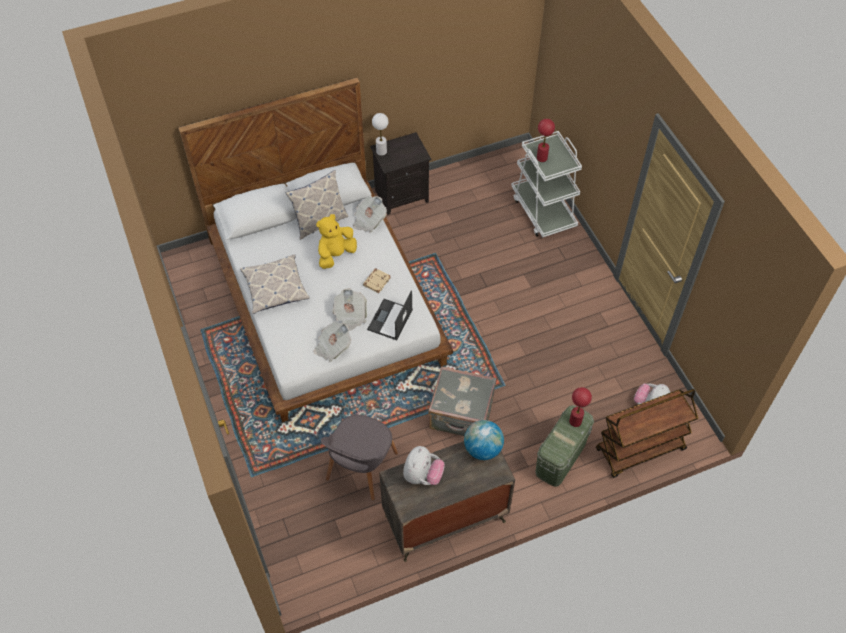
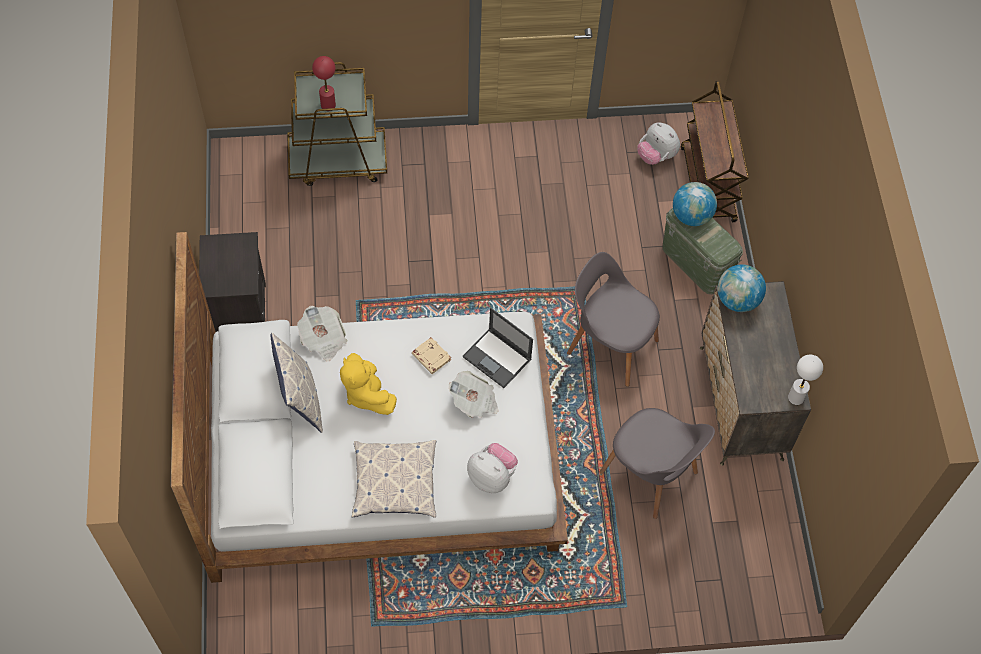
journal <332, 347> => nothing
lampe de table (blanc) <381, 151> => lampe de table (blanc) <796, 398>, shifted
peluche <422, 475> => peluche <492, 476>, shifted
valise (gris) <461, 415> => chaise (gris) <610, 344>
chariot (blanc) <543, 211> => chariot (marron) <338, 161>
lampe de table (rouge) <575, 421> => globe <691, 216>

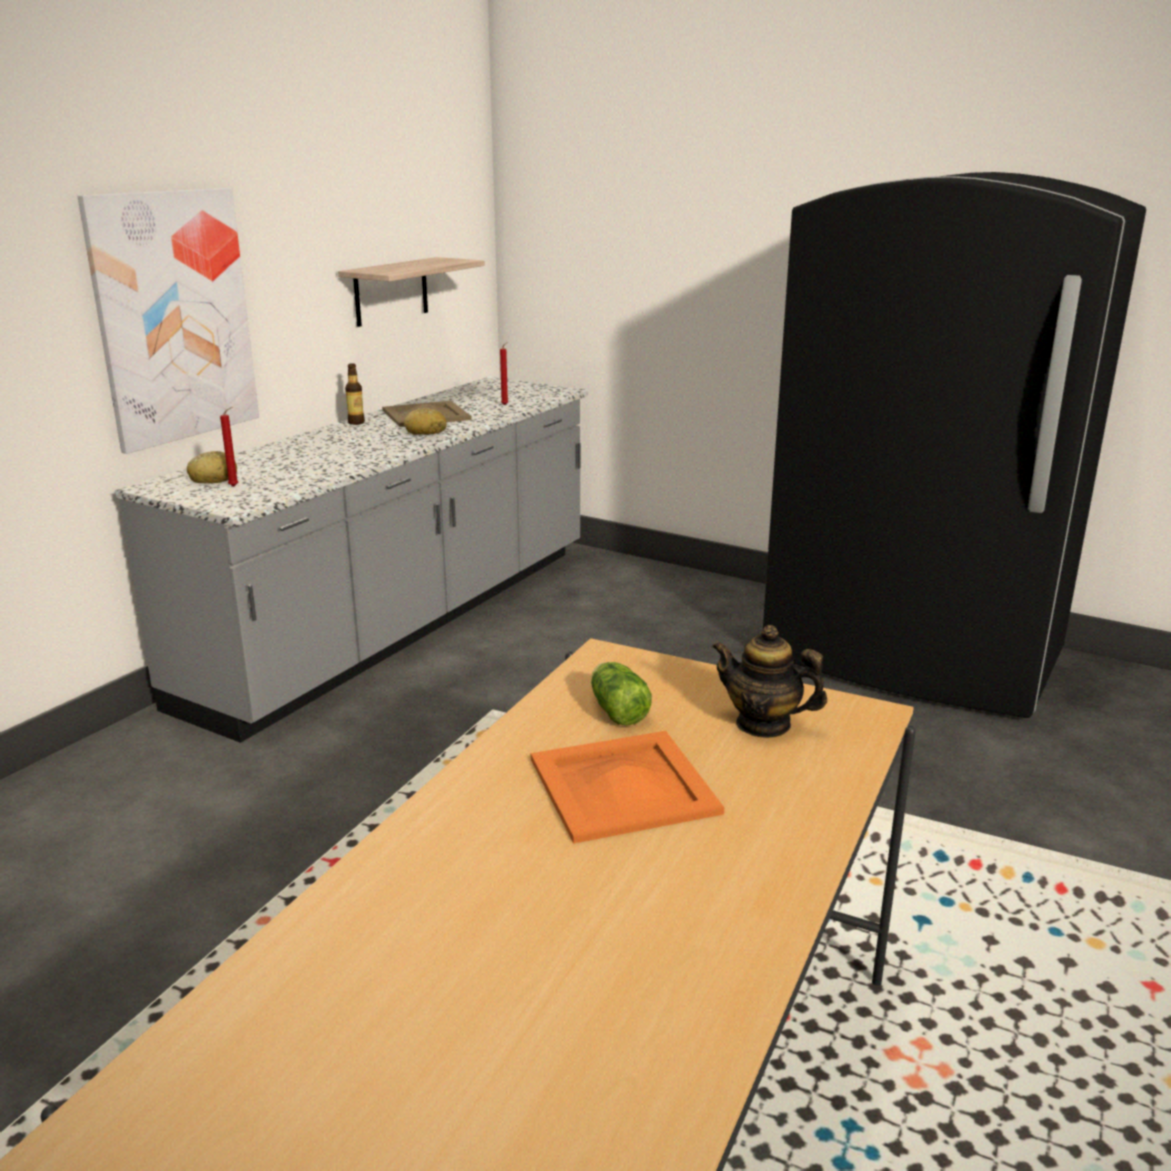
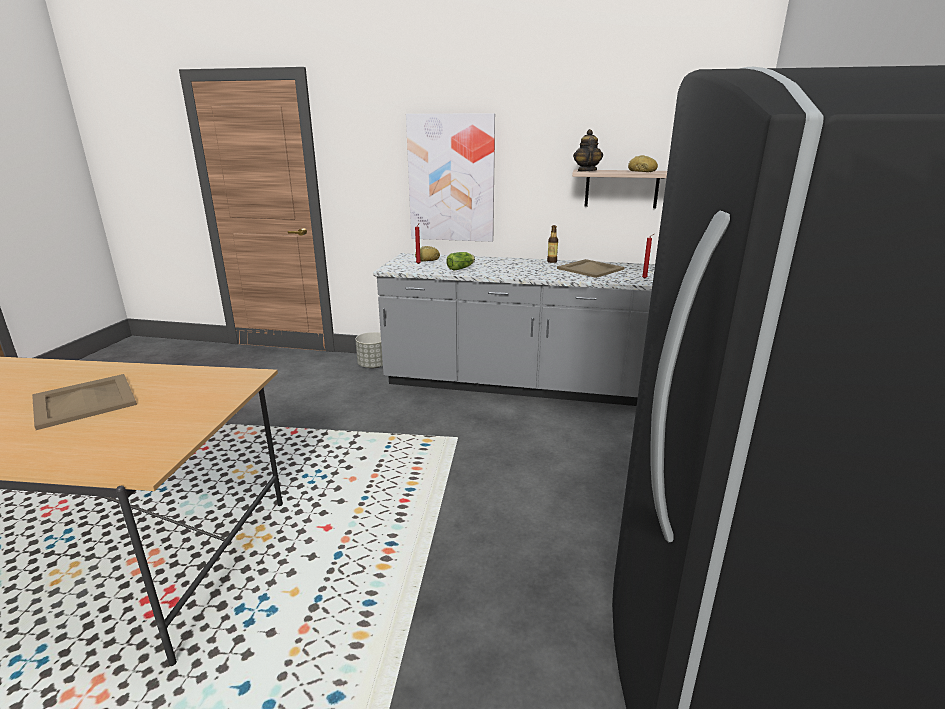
pain <425, 431> => pain <642, 171>, shifted
plateau (orange) <621, 785> => plateau (beige) <85, 400>
laitue <617, 709> => laitue <461, 268>, shifted
théière <763, 724> => théière <586, 171>, shifted
nothing => cache-pot (gris) <374, 365>

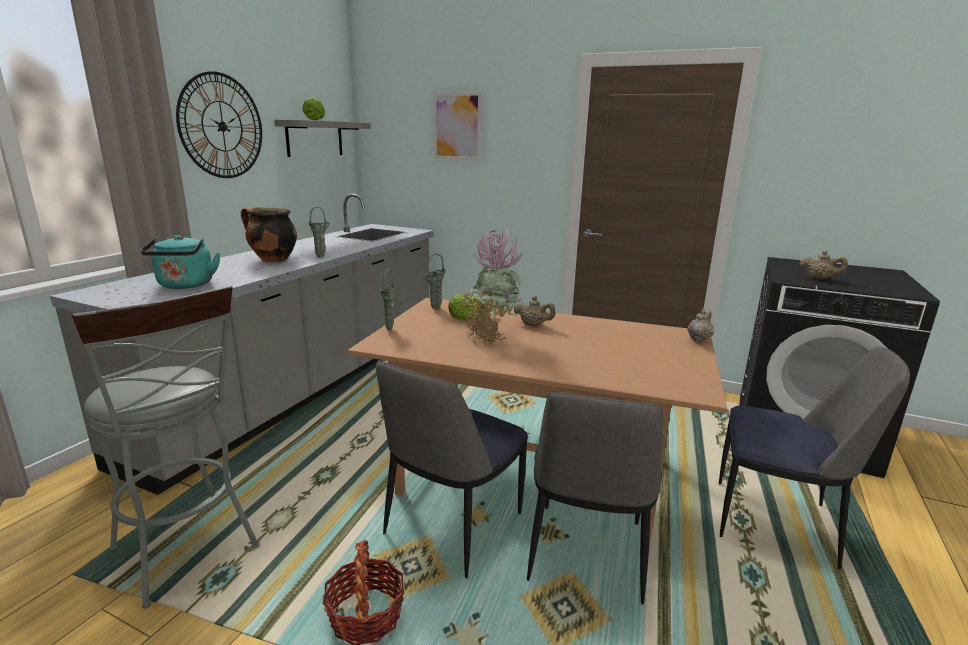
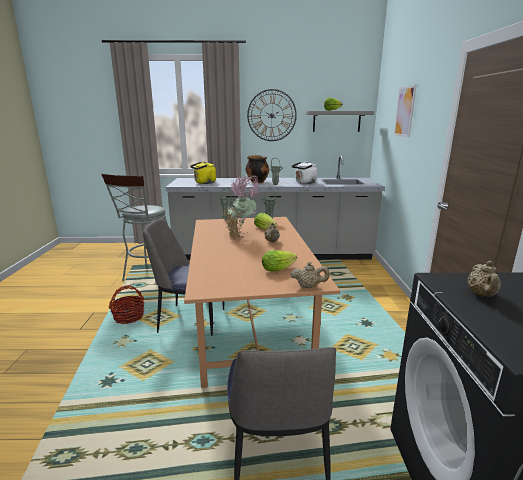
bouilloire (turquoise) <185, 285> => bouilloire (jaune) <204, 183>
chaise <586, 555> => nothing
nothing => laitue <280, 268>
nothing => bouilloire (blanc) <304, 183>

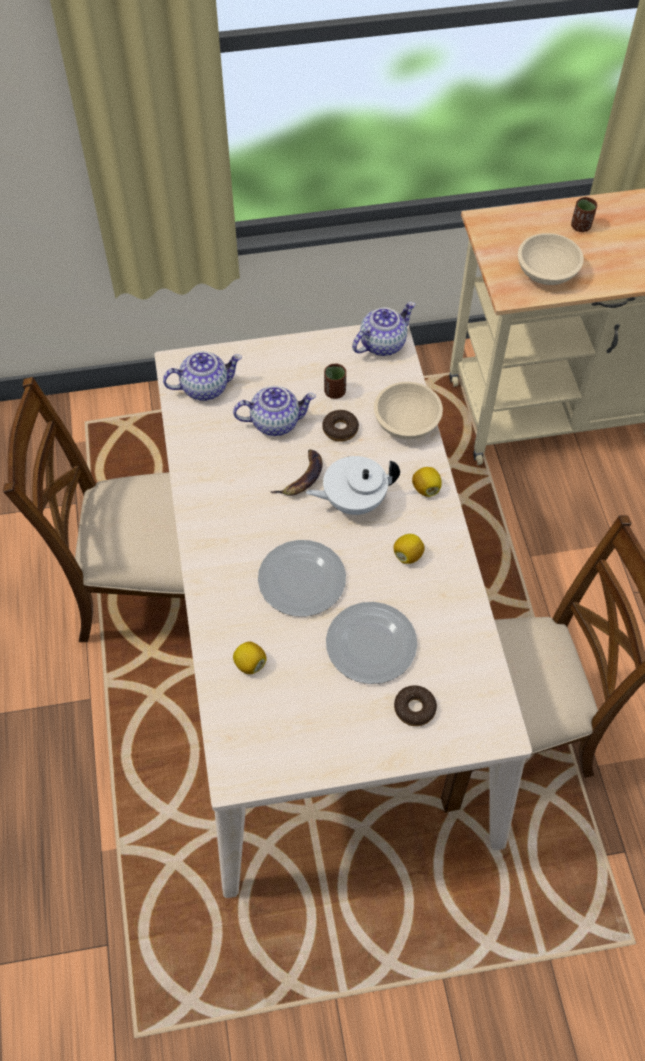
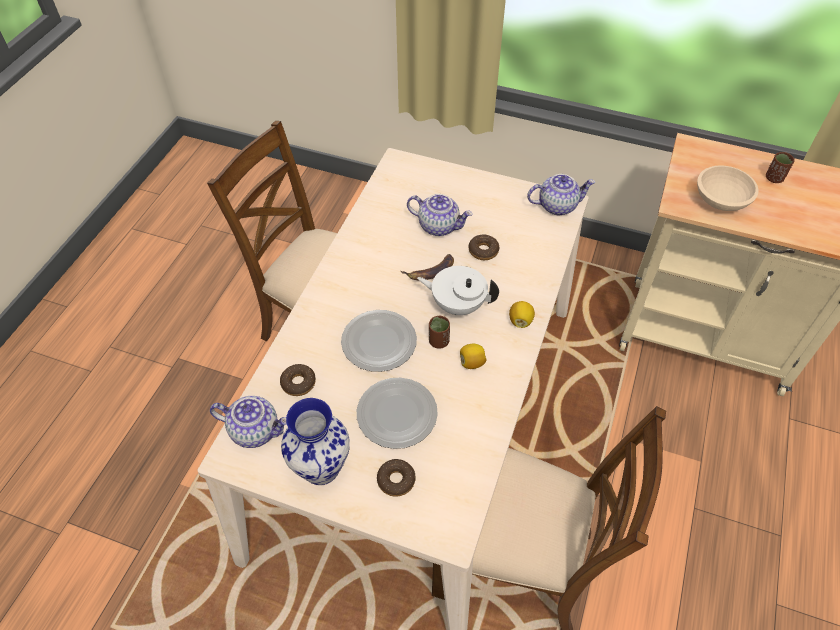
théière <205, 387> => théière <255, 430>, shifted
citron <250, 664> => beignet <298, 383>
tasse (marron) <334, 392> => tasse (marron) <438, 341>, shifted
bol (beige) <407, 422> => nothing
nothing => vase <322, 467>

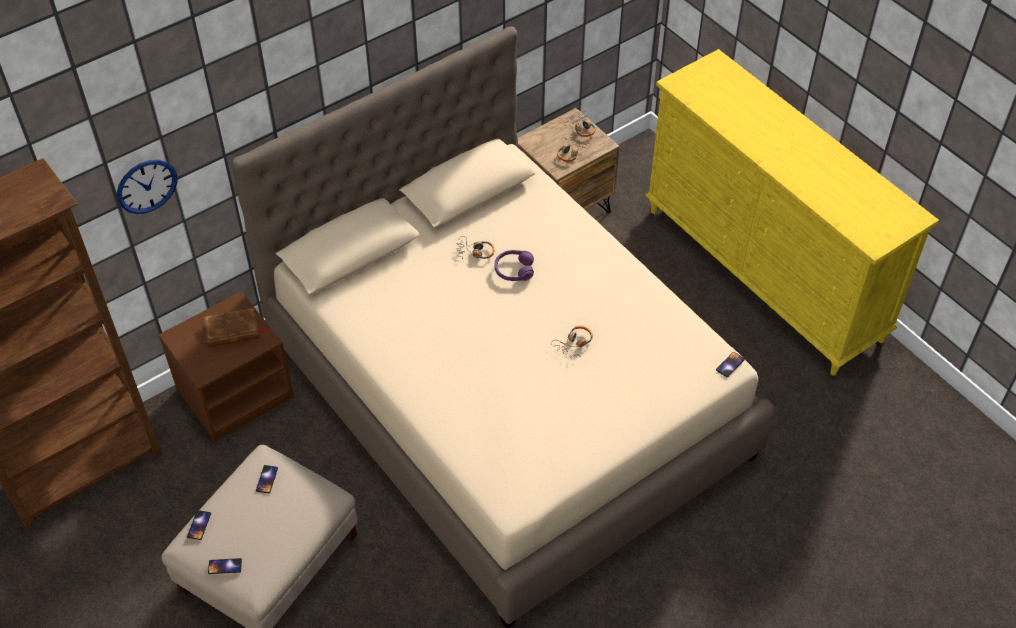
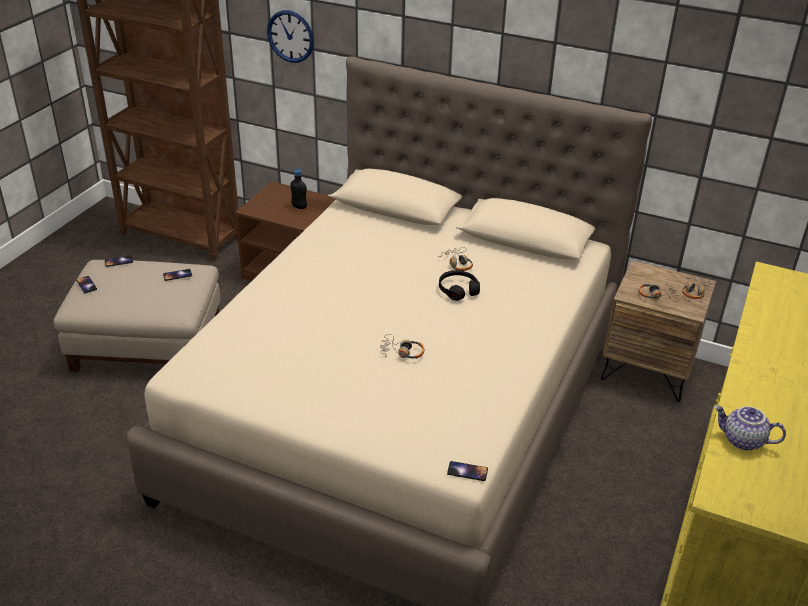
livre (marron) <232, 331> => bouteille (noir) <299, 207>
casque audio (violet) <514, 270> => casque audio (noir) <458, 290>
nothing => théière <742, 441>

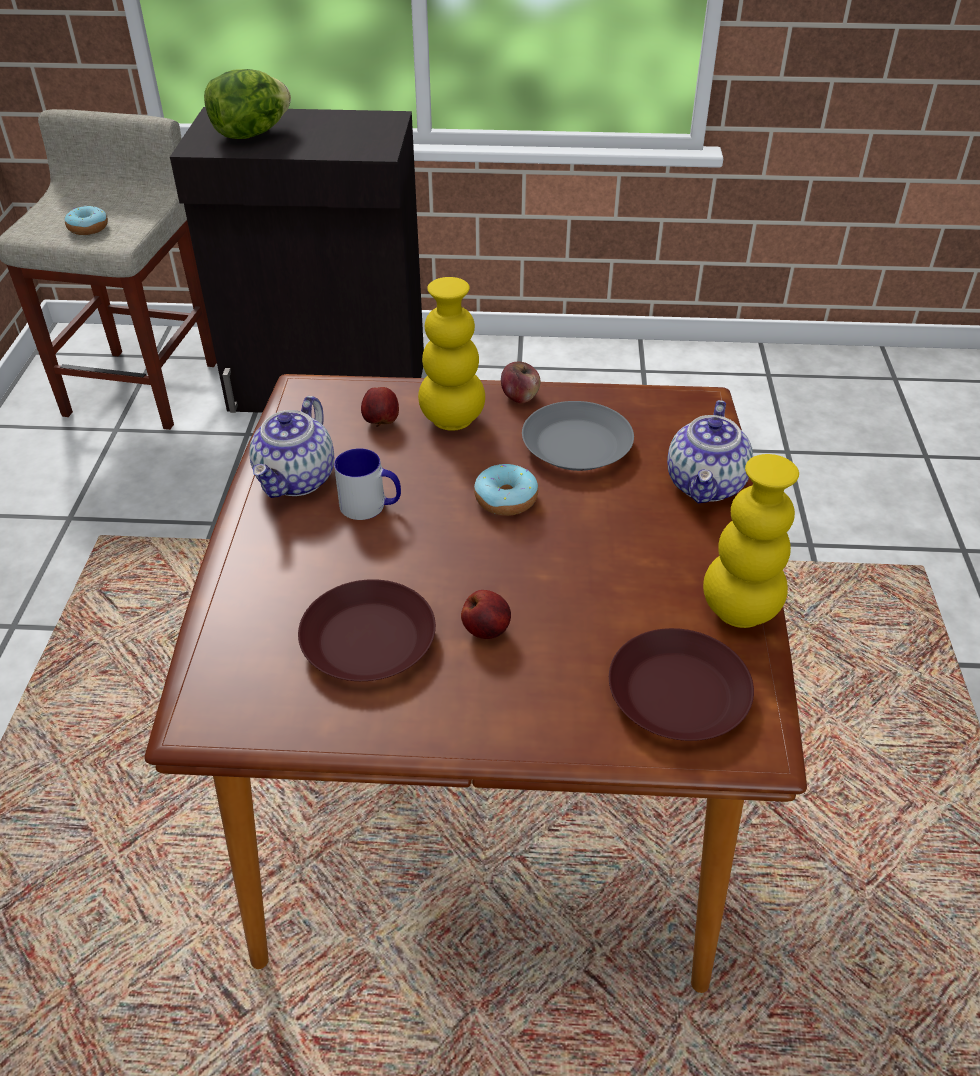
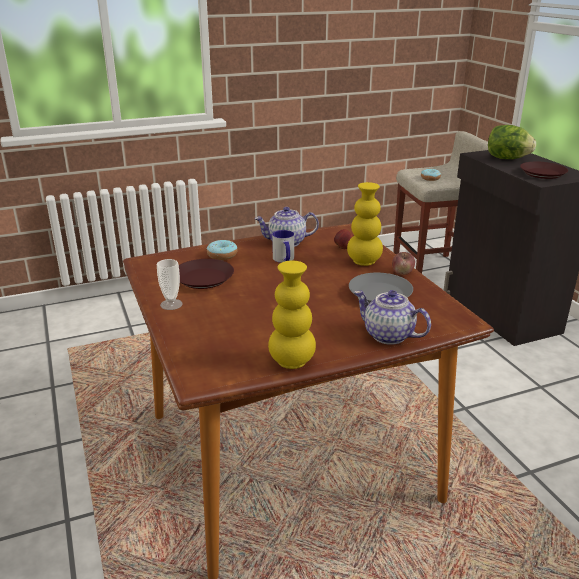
pomme <486, 630> => nothing
beignet <506, 499> => beignet <222, 255>, shifted
assiette (marron) <676, 693> => assiette (marron) <542, 173>, shifted
théière <706, 485> => théière <388, 335>, 45 degrees clockwise
nothing => tasse <171, 304>

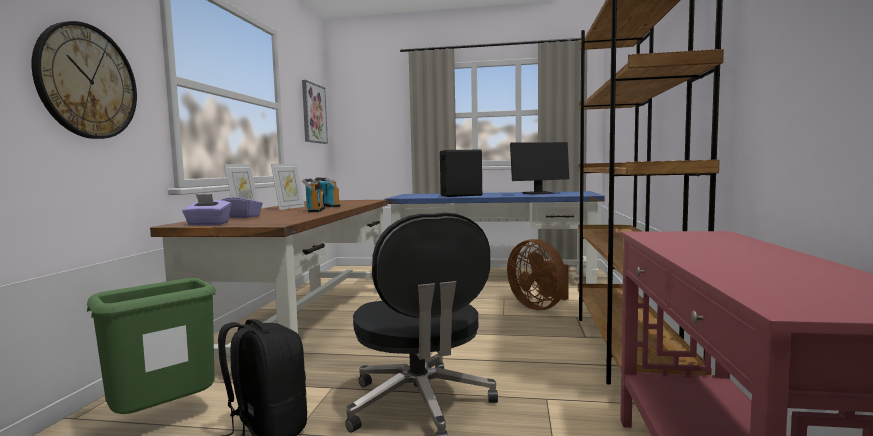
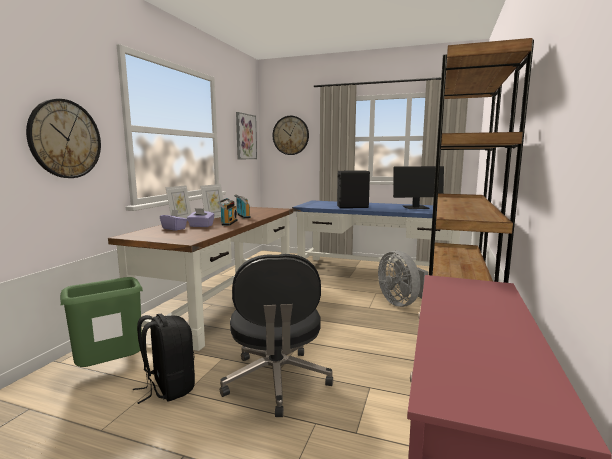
boîte à mouchoirs (violet) <208, 224> => boîte à mouchoirs (violet) <201, 226>, shifted
ventilateur (marron) <539, 306> => ventilateur (gris) <401, 303>
nothing => horloge murale <290, 135>

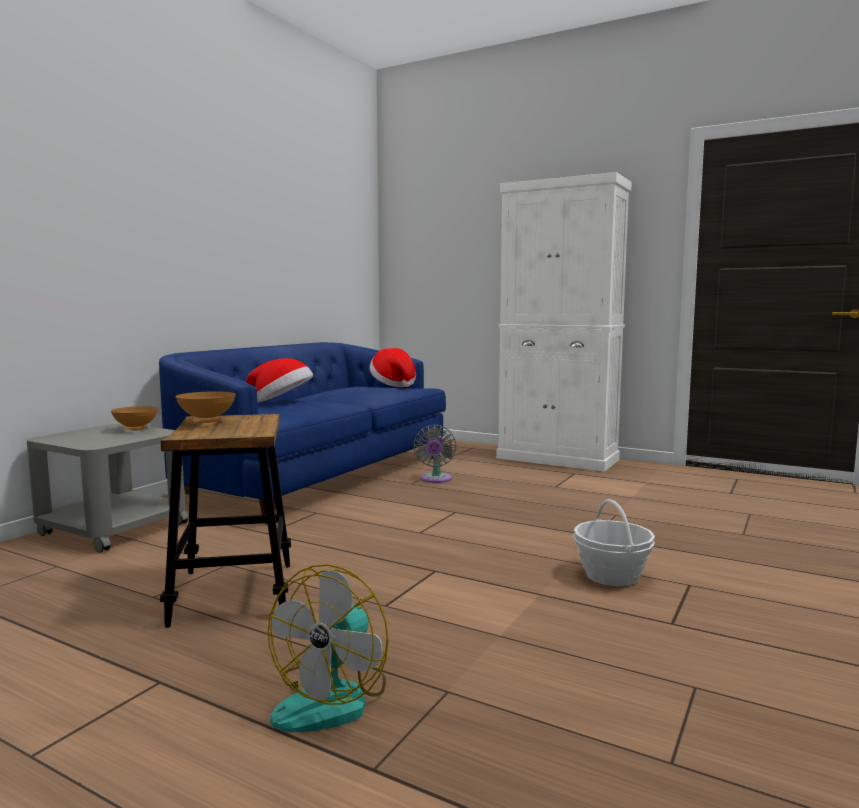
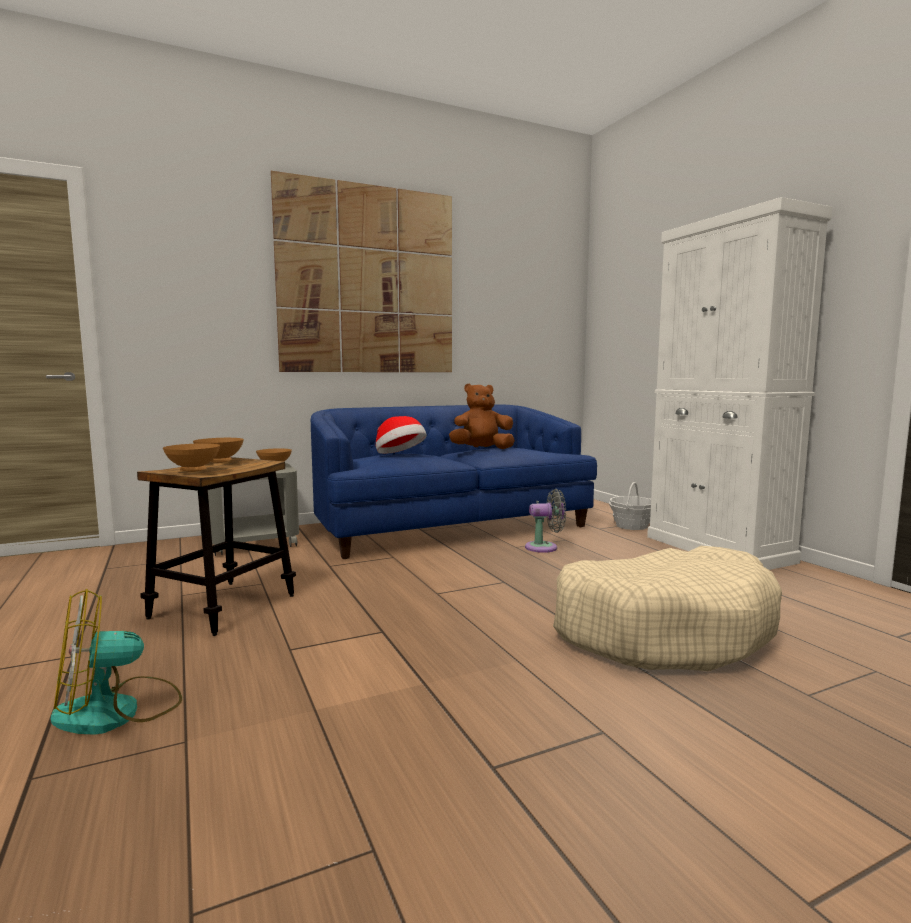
chapeau <393, 385> => nothing
ventilateur (gris) <435, 479> => ventilateur (gris) <545, 547>, 135 degrees counterclockwise
panier <611, 575> => panier <631, 526>, shifted
nothing => bol (marron) <192, 471>
nothing => tableau <368, 280>
nothing => peluche (marron) <481, 449>
nothing => panier pour chien (beige) <662, 630>

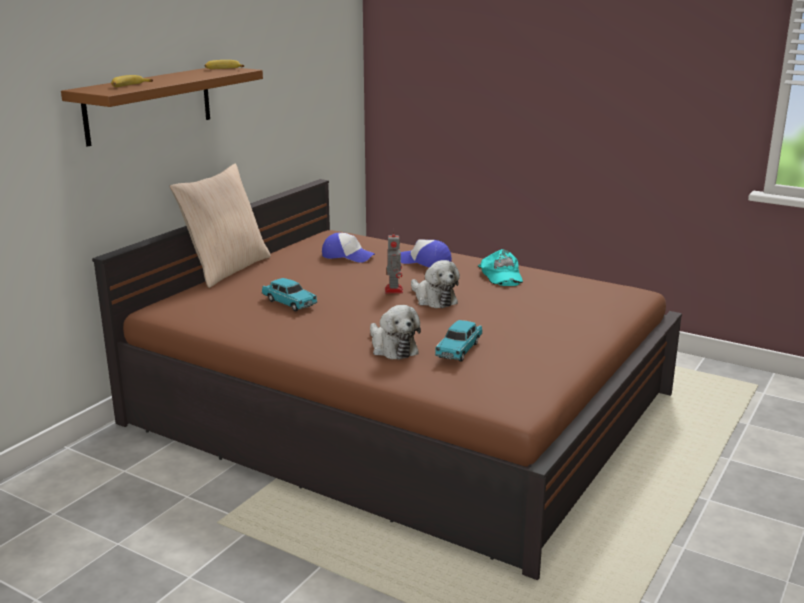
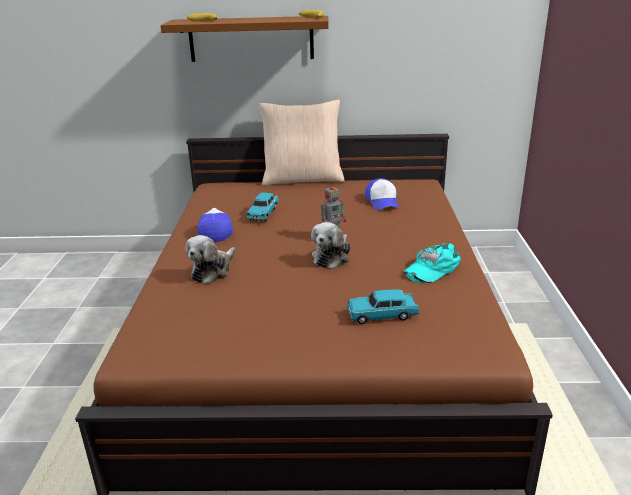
casquette <425, 262> => casquette <215, 231>, shifted
petite voiture (turquoise) <459, 350> => petite voiture (turquoise) <382, 315>, shifted

